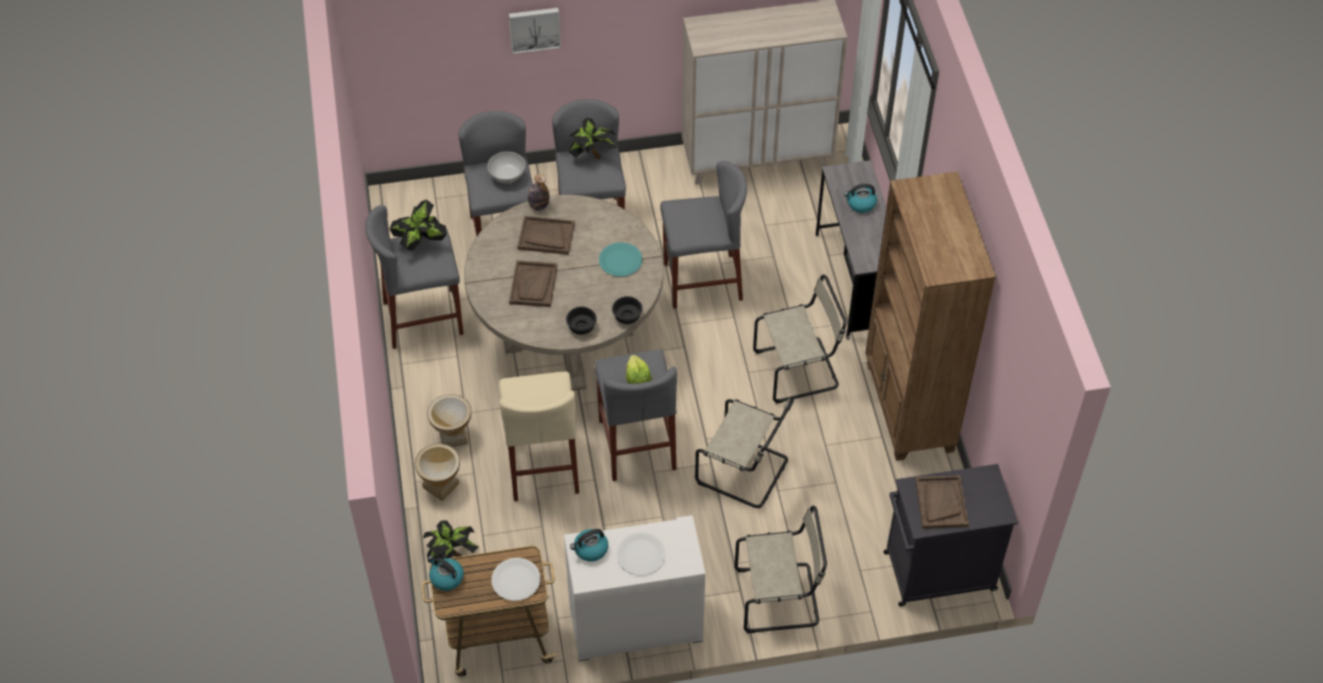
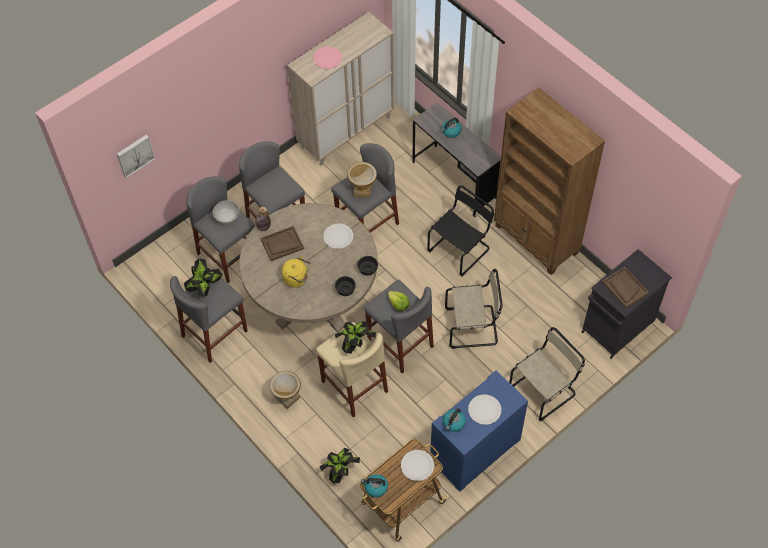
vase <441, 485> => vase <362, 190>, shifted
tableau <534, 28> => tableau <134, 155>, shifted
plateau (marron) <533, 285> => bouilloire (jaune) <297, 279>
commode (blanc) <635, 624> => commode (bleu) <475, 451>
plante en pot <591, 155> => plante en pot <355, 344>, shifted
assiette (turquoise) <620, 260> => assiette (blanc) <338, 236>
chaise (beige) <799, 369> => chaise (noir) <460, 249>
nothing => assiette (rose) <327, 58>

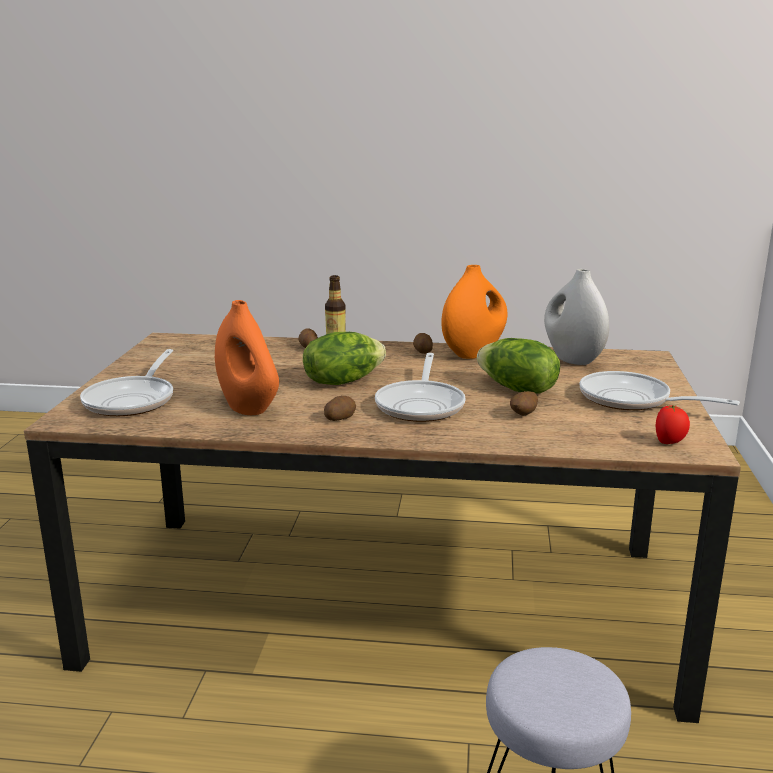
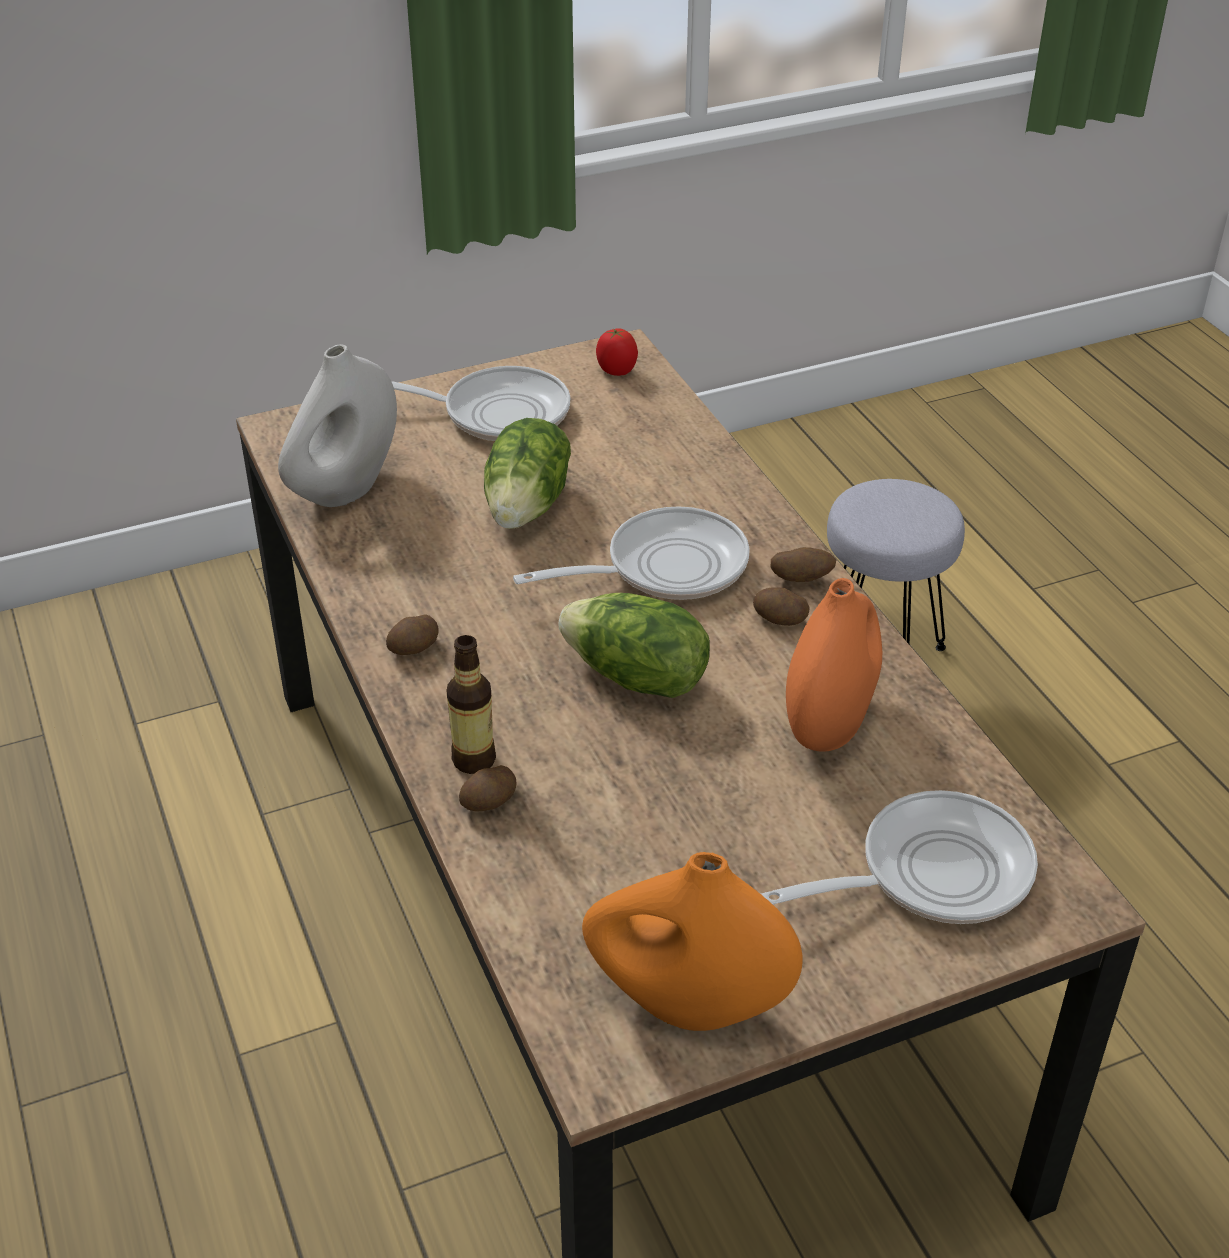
vase (orange) <473, 353> => vase (orange) <687, 1005>, shifted
pomme de terre <523, 415> => pomme de terre <801, 579>, shifted
poêle <632, 400> => poêle <495, 413>, 90 degrees counterclockwise

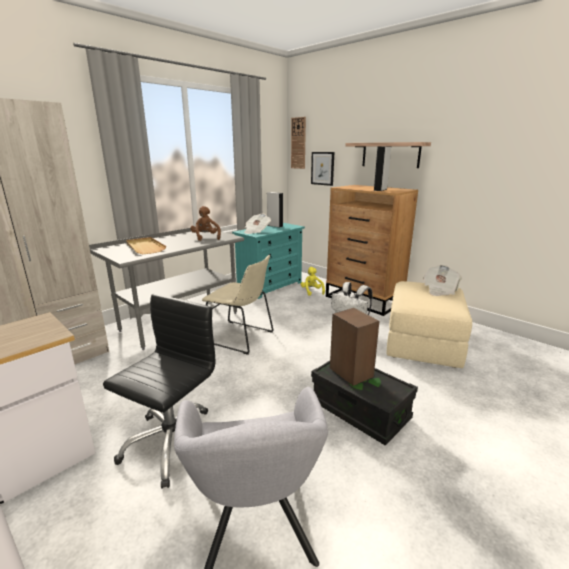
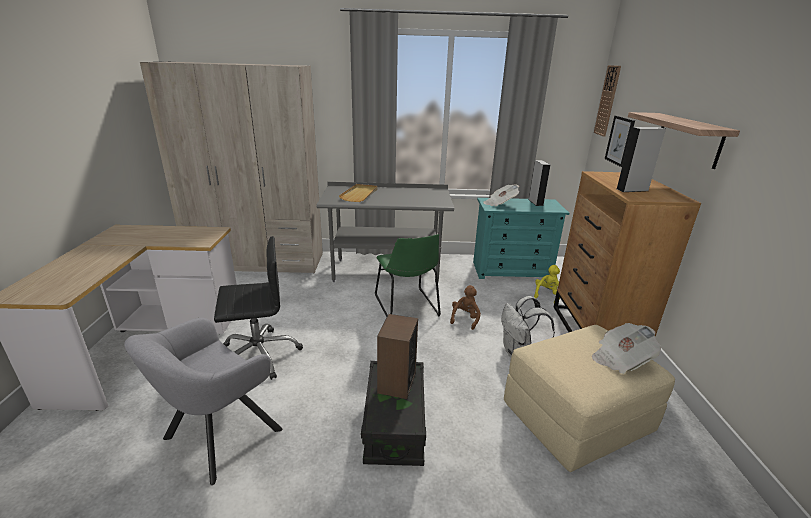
peluche (marron) <206, 238> => peluche (marron) <465, 319>, shifted
chaise (beige) <240, 337> => chaise (vert) <407, 307>

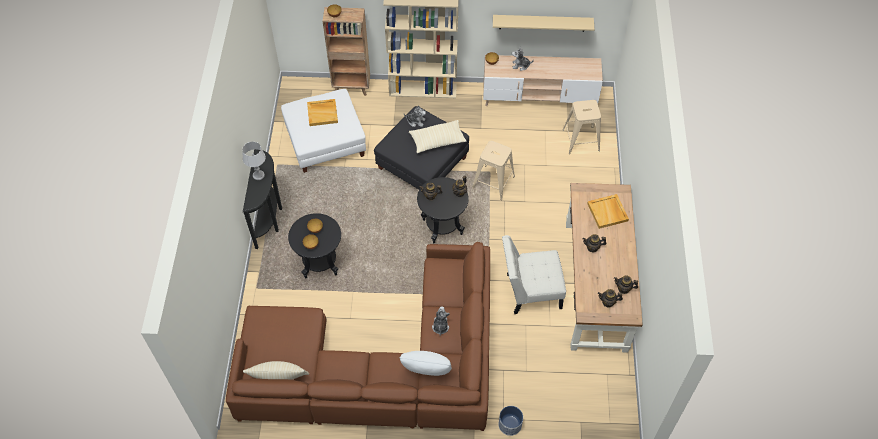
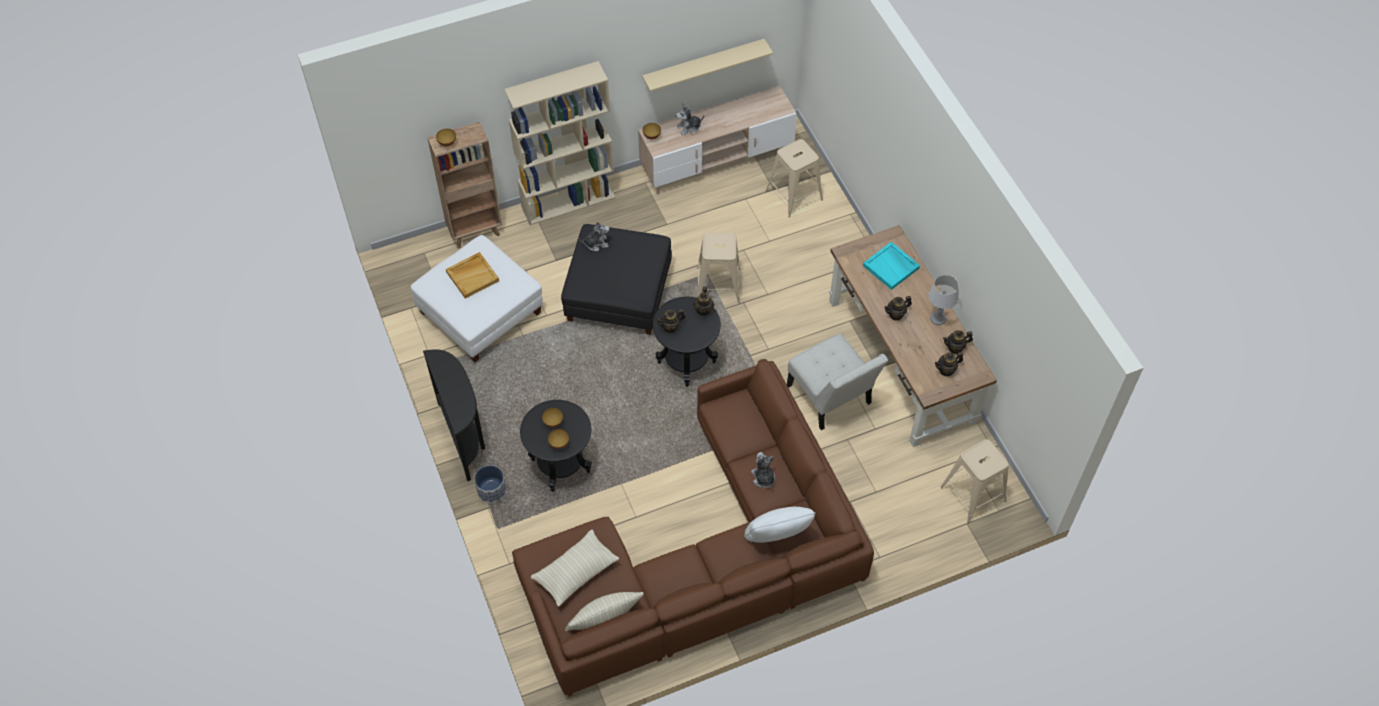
lampe de table (gris) <258, 175> => lampe de table (gris) <938, 318>, shifted
coussin (beige) <437, 141> => coussin (beige) <575, 572>, shifted
cache-pot <509, 425> => cache-pot <491, 490>, shifted
chaise (blanc) <530, 291> => chaise (blanc) <831, 398>, 90 degrees counterclockwise
plateau (beige) <608, 212> => plateau (turquoise) <891, 267>
nothing => tabouret (beige) <973, 493>

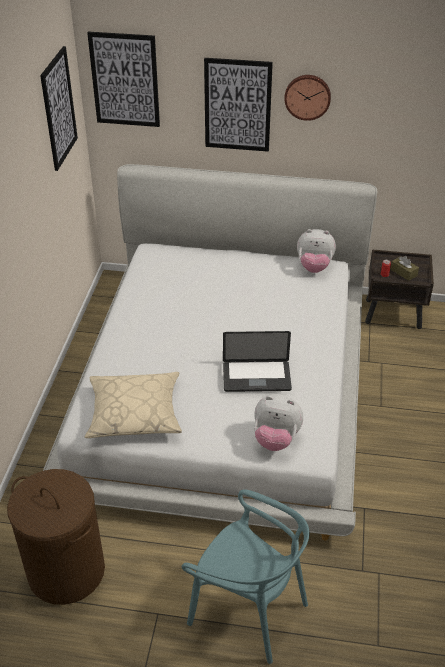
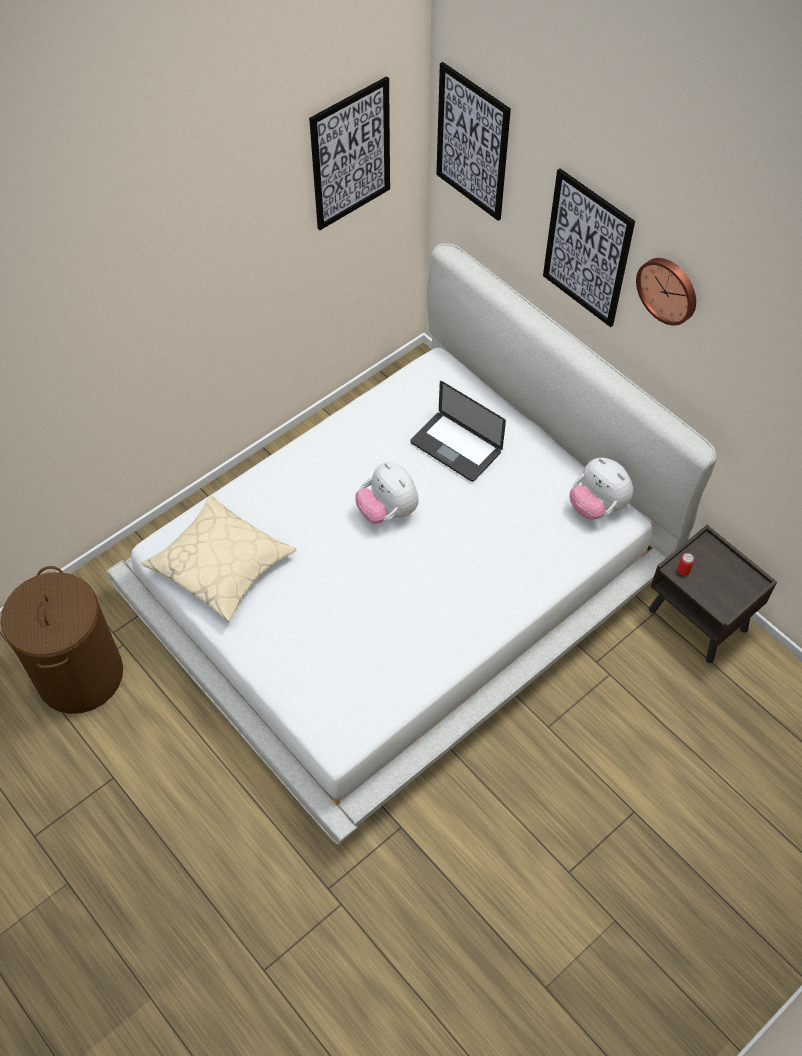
chaise (turquoise) <248, 609> => nothing
ordinateur portable <256, 377> => ordinateur portable <455, 447>, shifted
peluche <276, 439> => peluche <388, 511>, shifted
boîte à mouchoirs (marron) <403, 272> => nothing

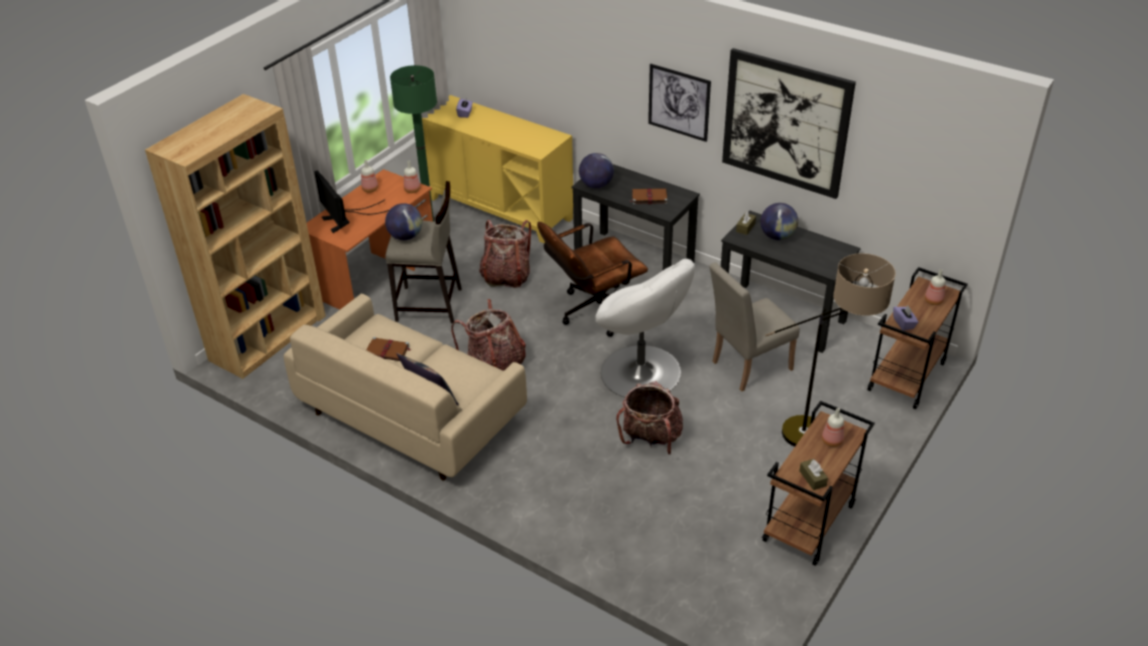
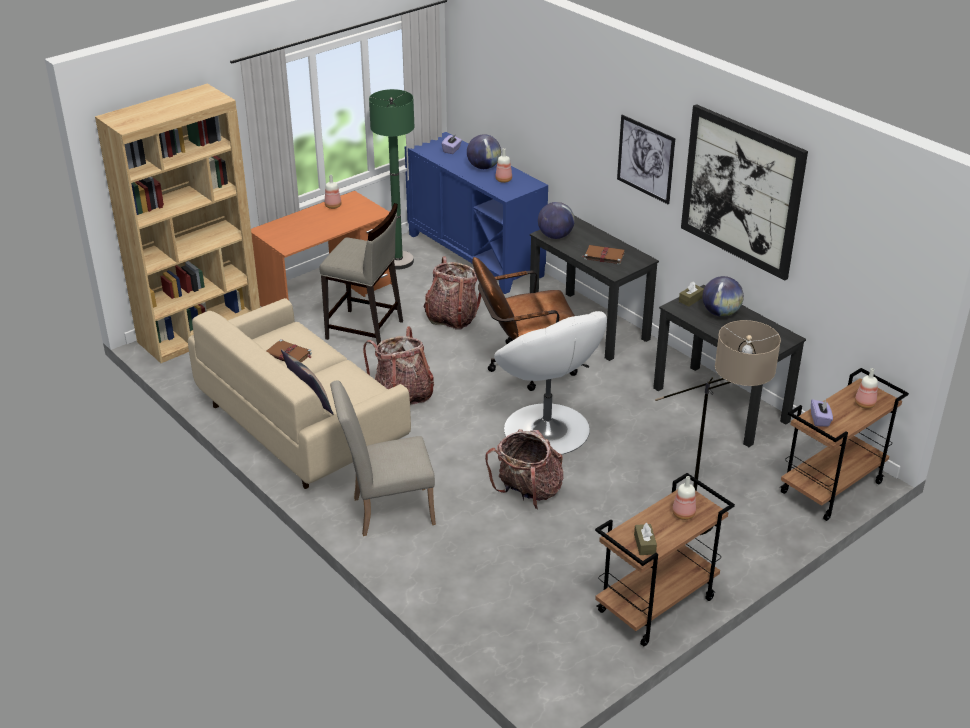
écran d'ordinateur <345, 219> => nothing
globe <405, 236> => globe <483, 167>, shifted
bouteille <412, 189> => bouteille <503, 180>, shifted
meuble de rangement (jaune) <500, 208> => meuble de rangement (bleu) <475, 255>
chaise (beige) <746, 367> => chaise (beige) <386, 511>, shifted

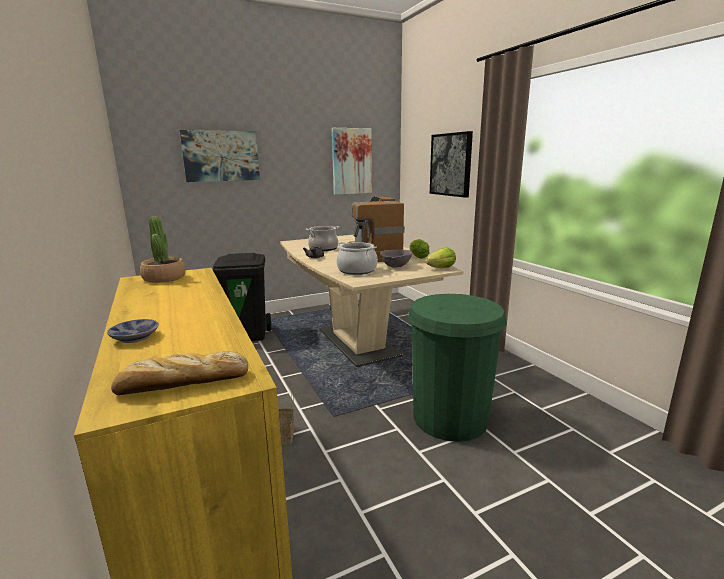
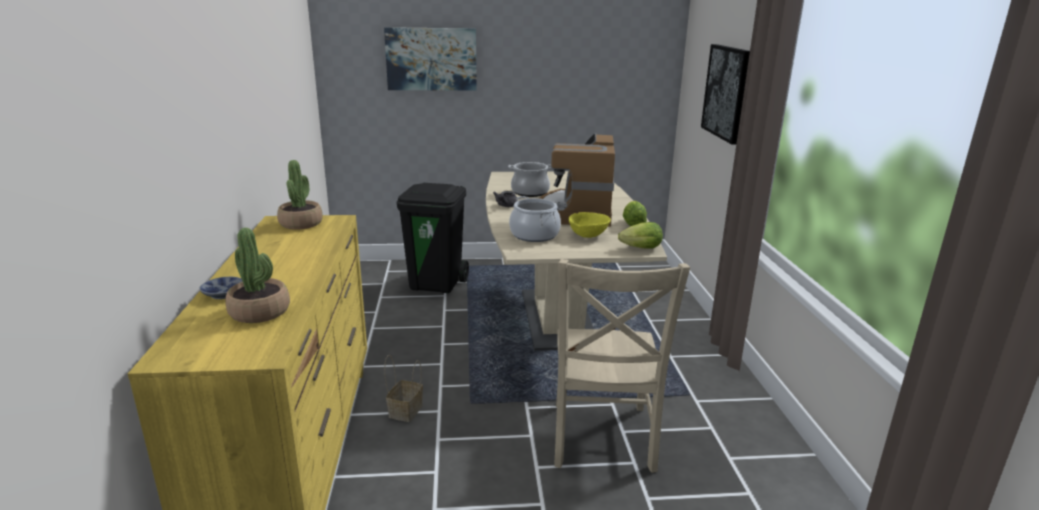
pain <181, 384> => nothing
tableau <351, 161> => nothing
bol (gris) <396, 266> => bol (jaune) <588, 236>
poubelle (vert) <450, 418> => chaise (beige) <601, 439>
nothing => plante en pot <260, 312>

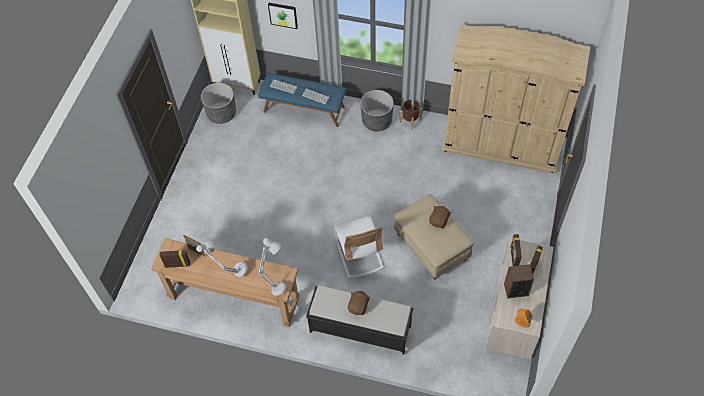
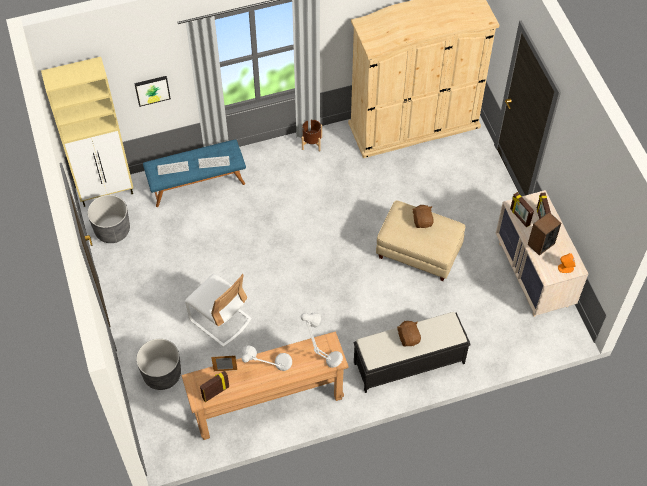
chaise (blanc) <359, 255> => chaise (blanc) <220, 319>, shifted
cache-pot (gris) <376, 121> => cache-pot (gris) <162, 374>, shifted

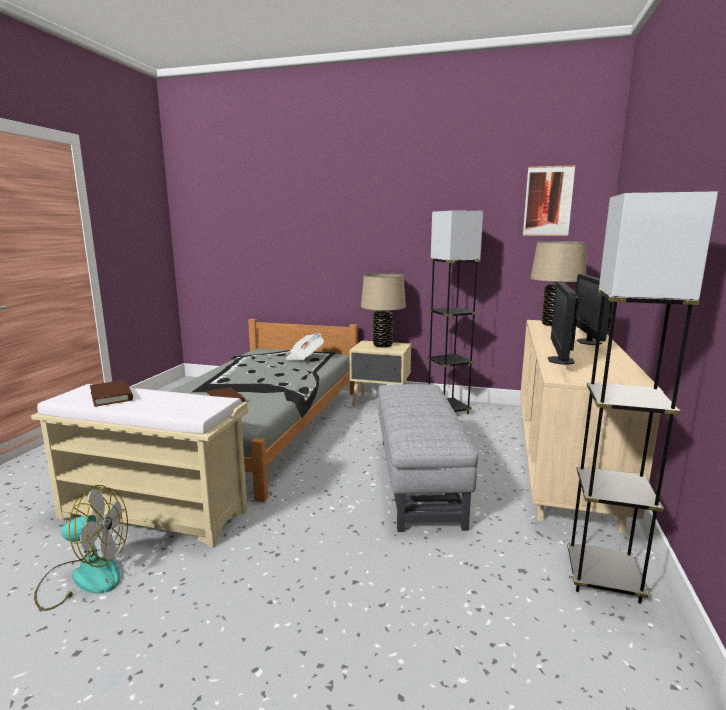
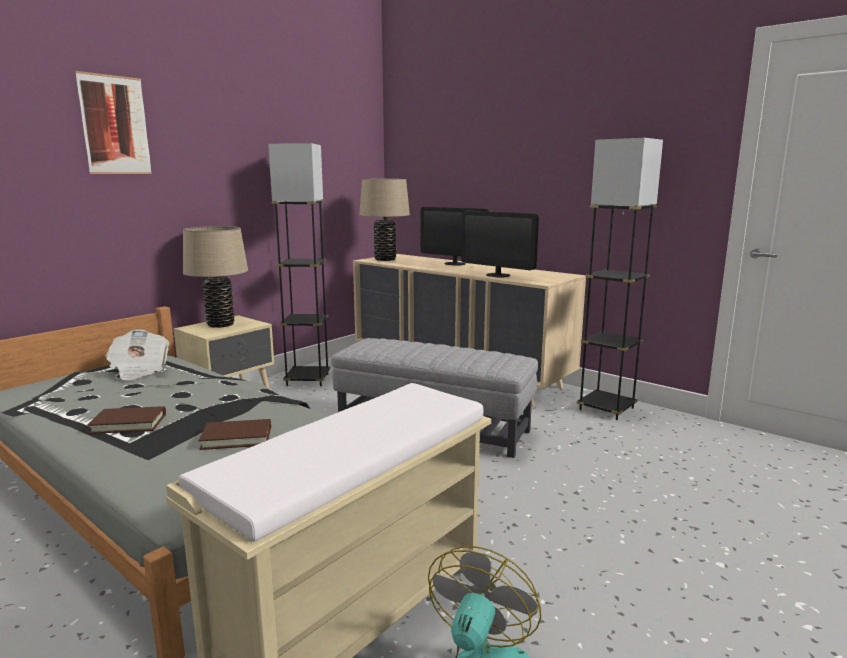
livre (marron) <111, 396> => livre (marron) <129, 423>, shifted
tableau <548, 201> => tableau <115, 125>, shifted

